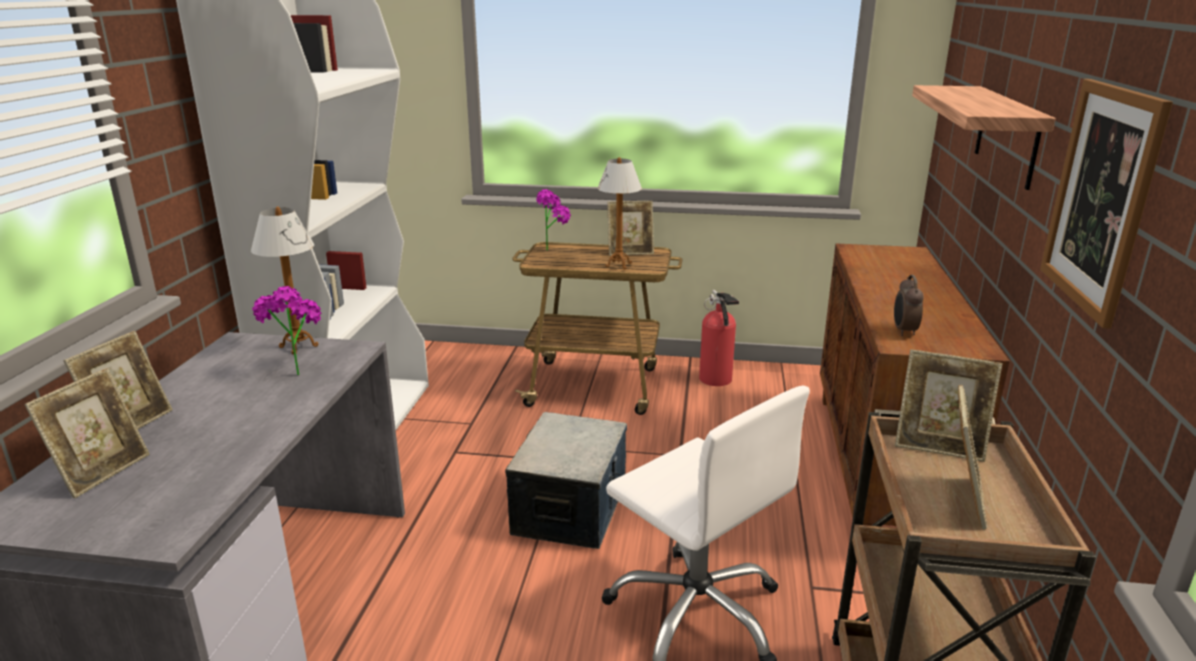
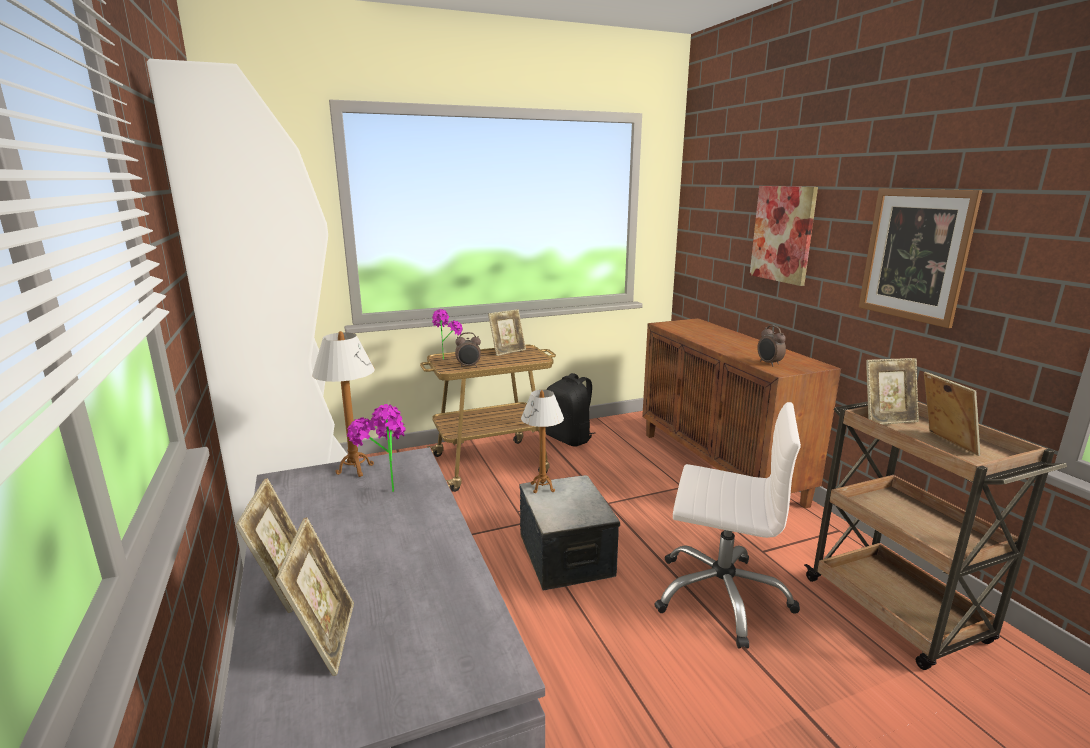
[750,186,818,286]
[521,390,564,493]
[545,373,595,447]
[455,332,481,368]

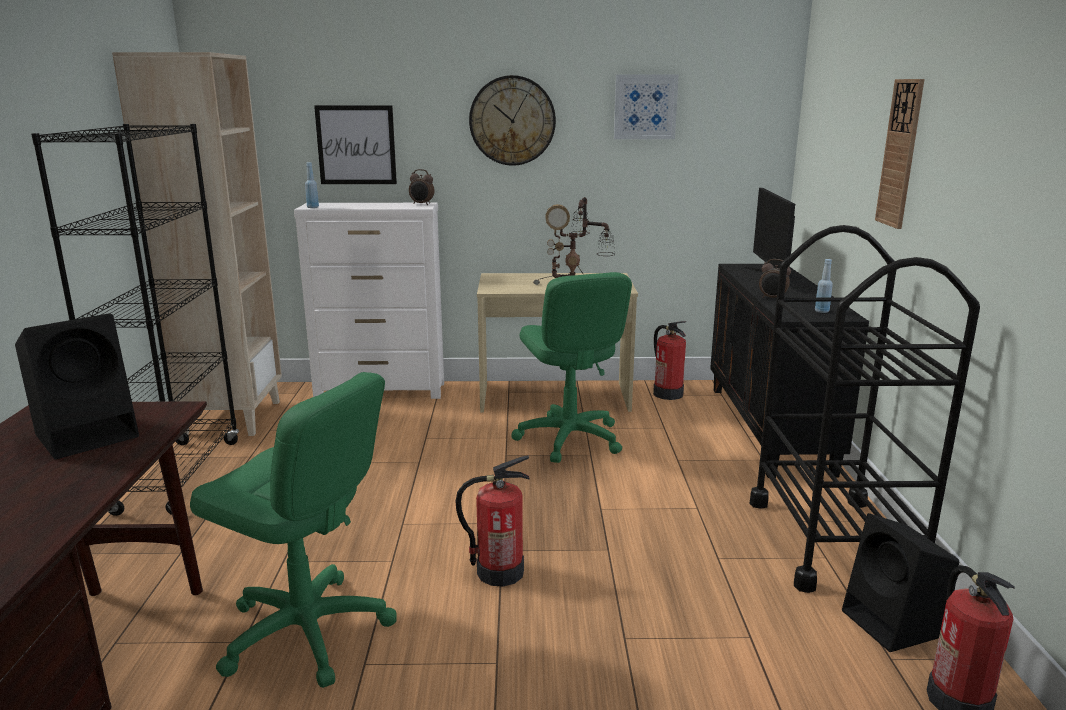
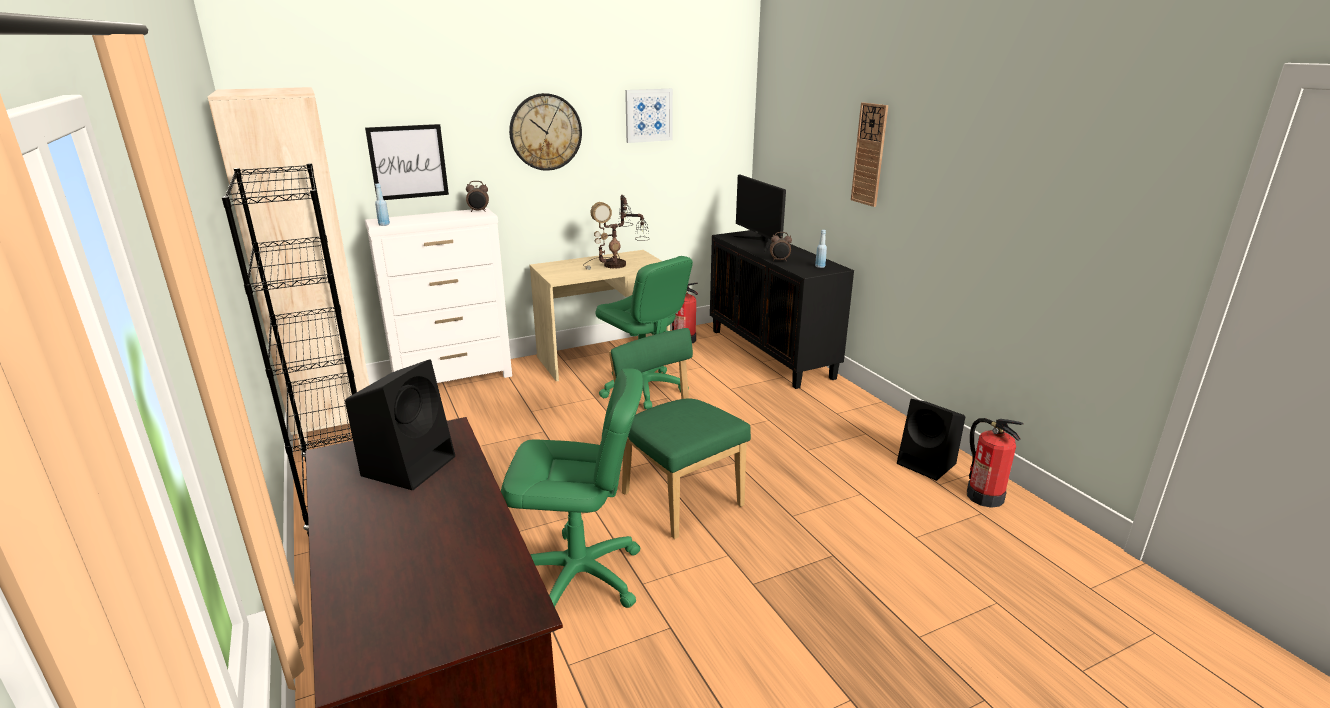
[750,225,980,593] (first image)
[609,328,751,539]

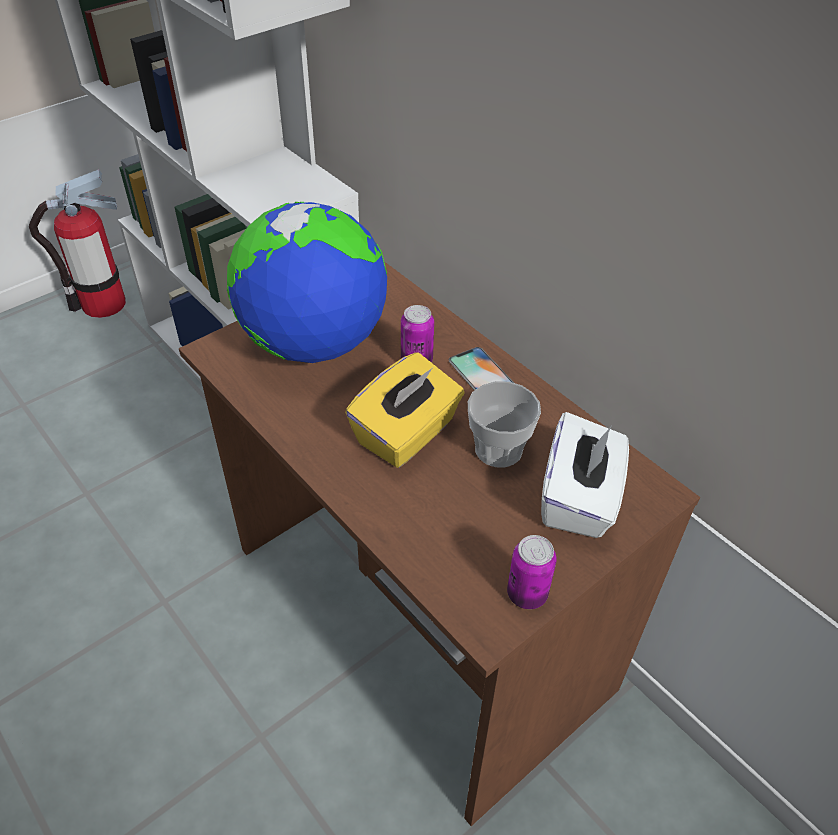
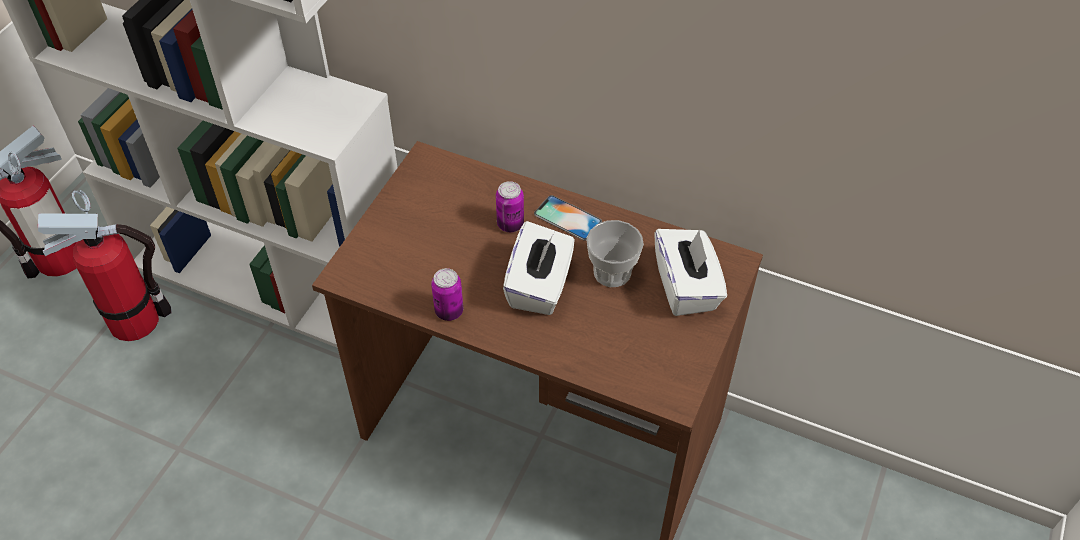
[227,202,387,363] (first image)
[503,221,574,315]
[431,268,463,321]
[38,189,172,341]

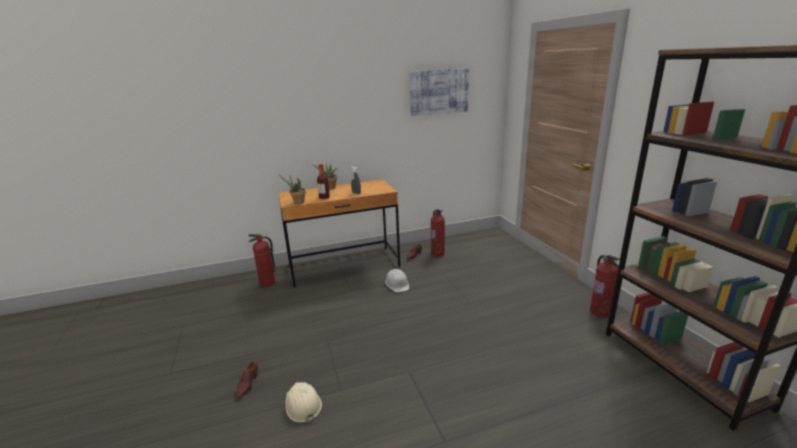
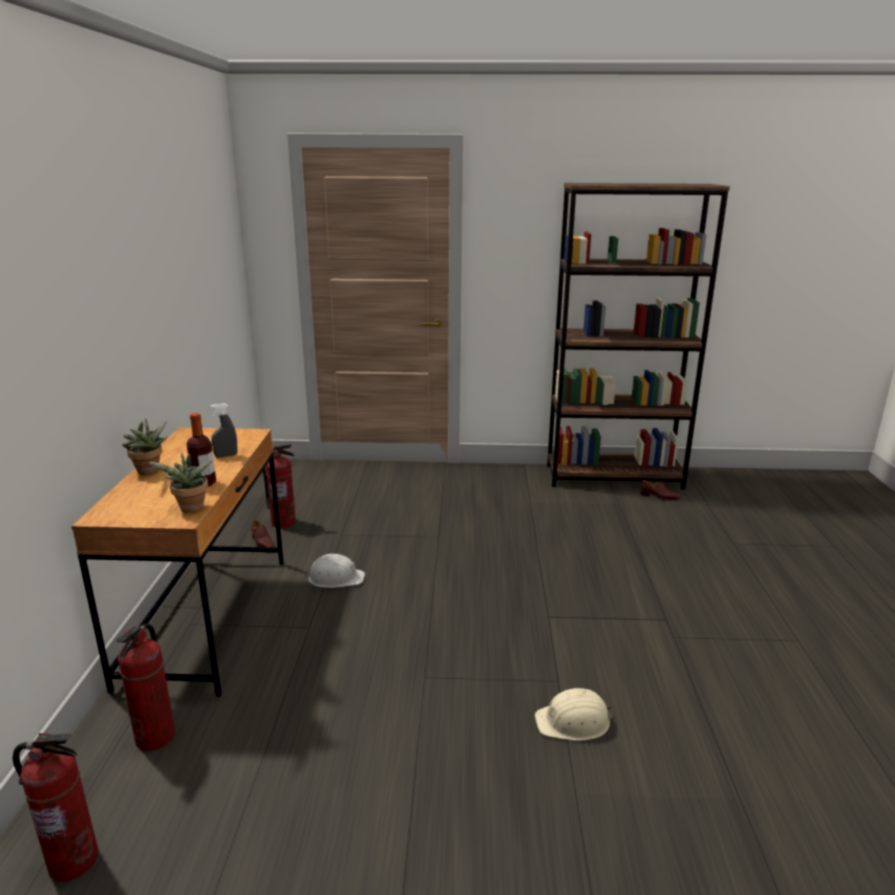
[410,68,469,116] (first image)
[12,733,98,882]
[640,480,680,501]

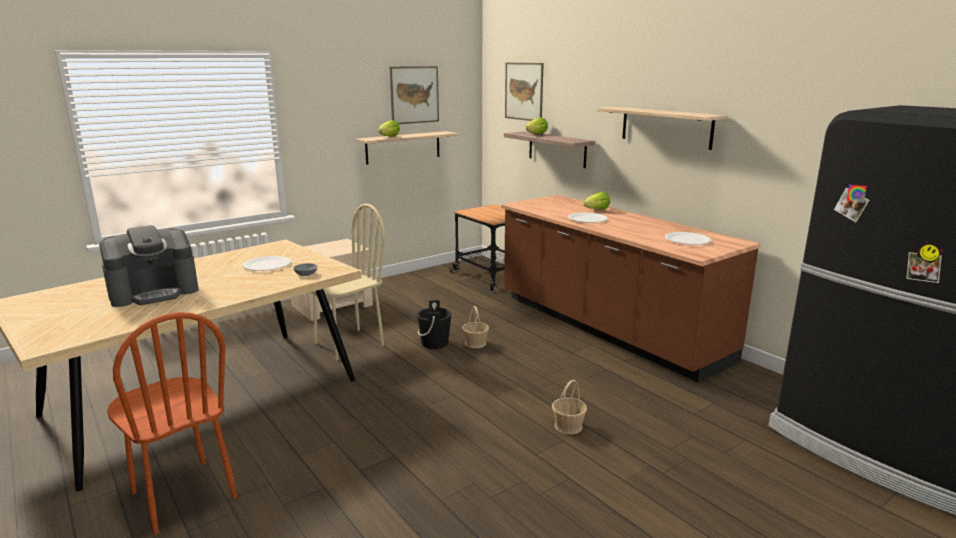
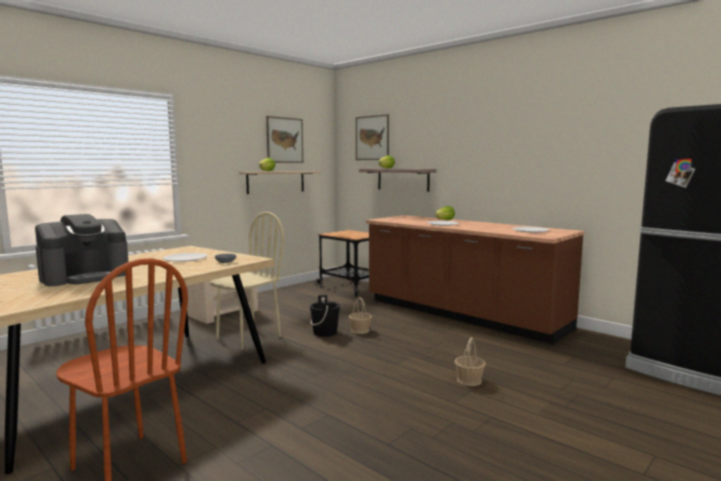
[597,107,728,150] (first image)

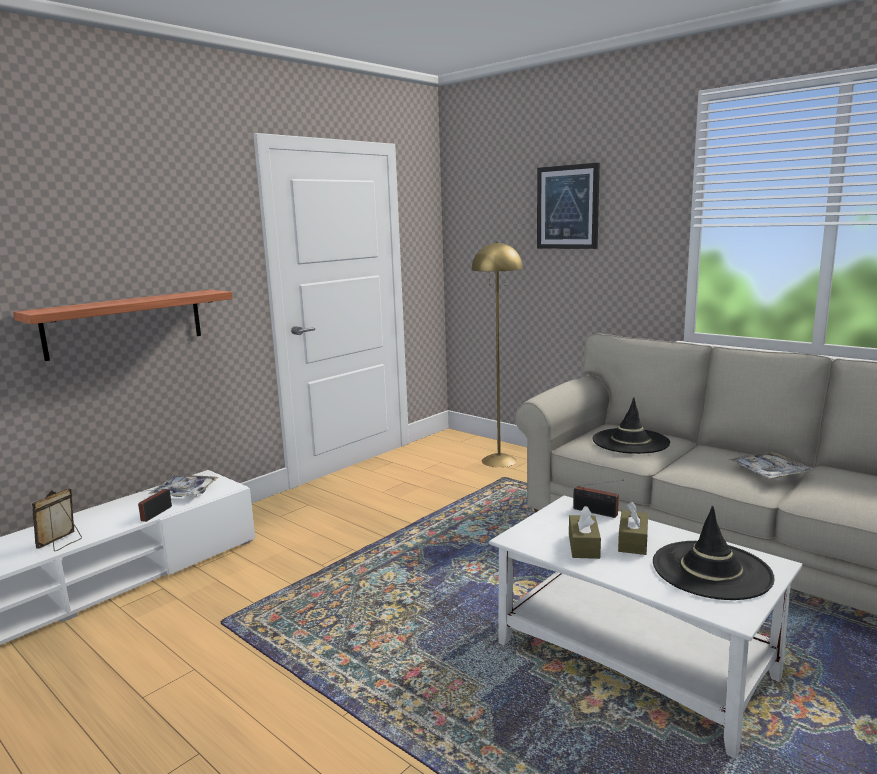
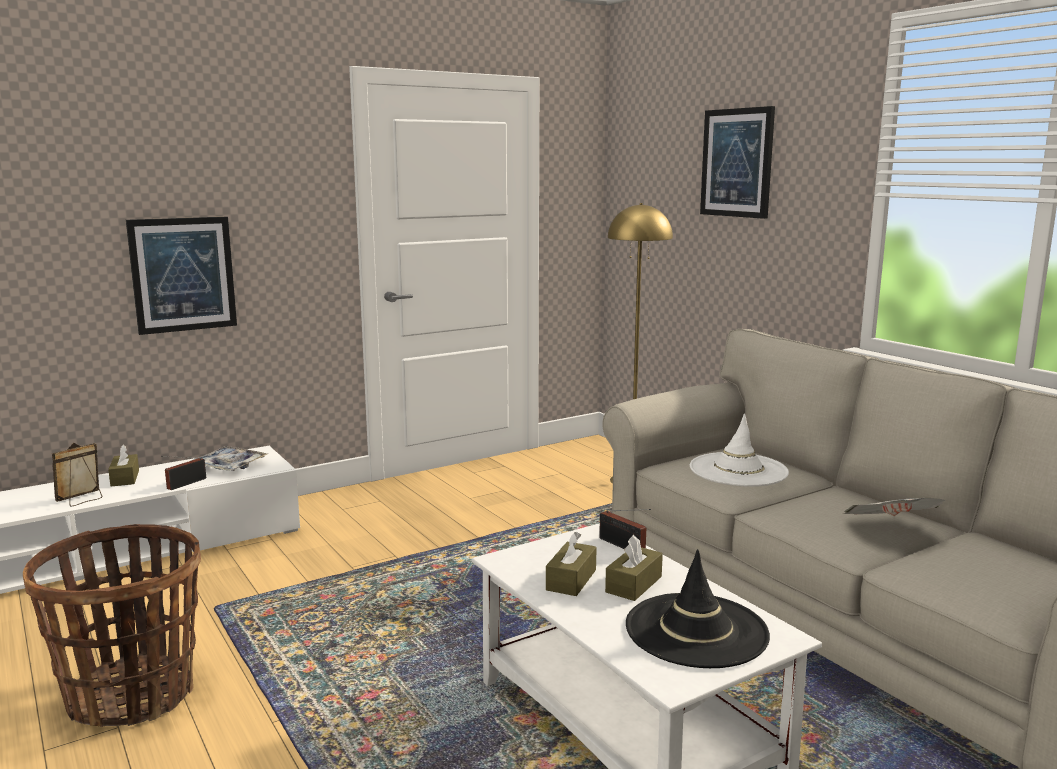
[126,216,237,335]
[690,413,789,487]
[843,498,945,516]
[108,445,139,487]
[23,524,201,727]

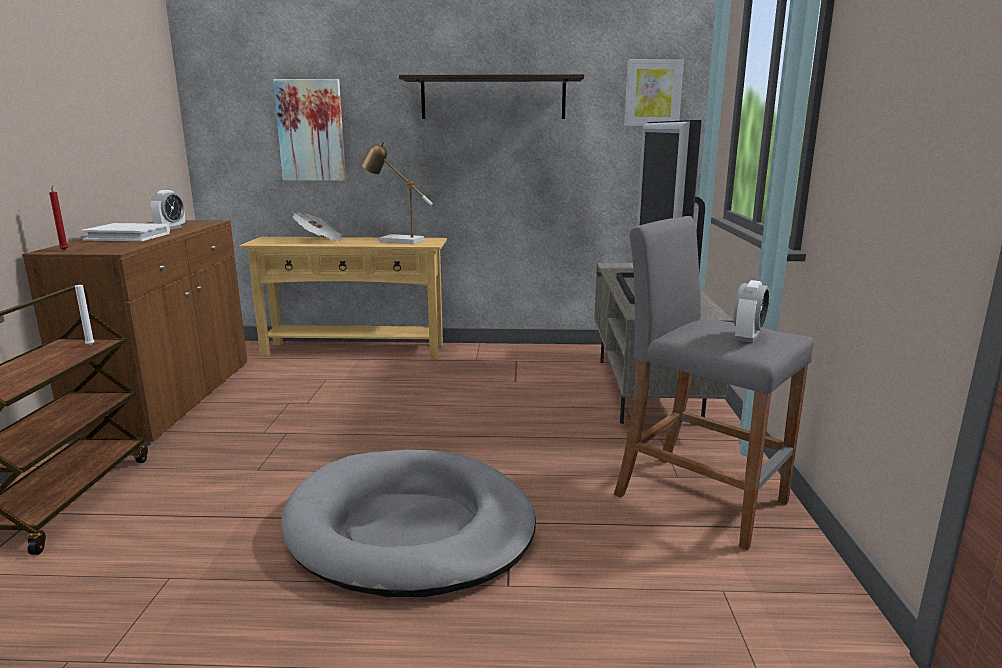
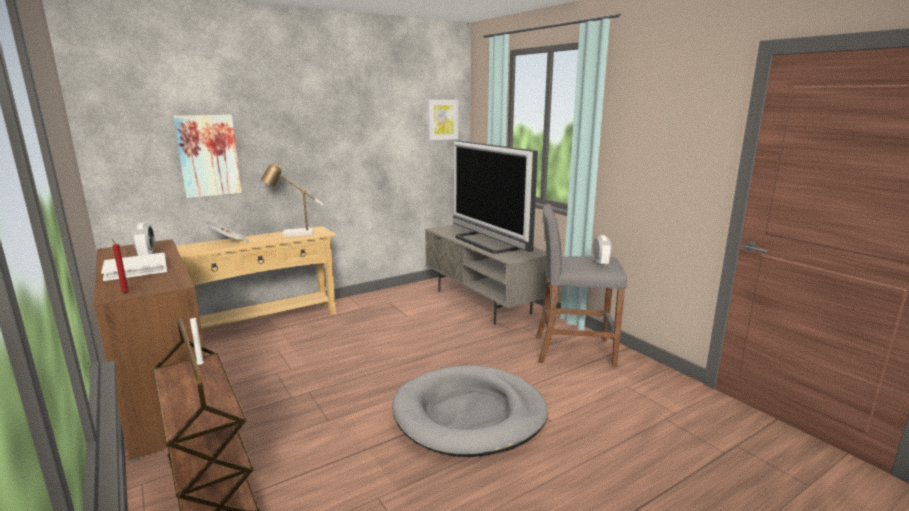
[399,74,584,119] (first image)

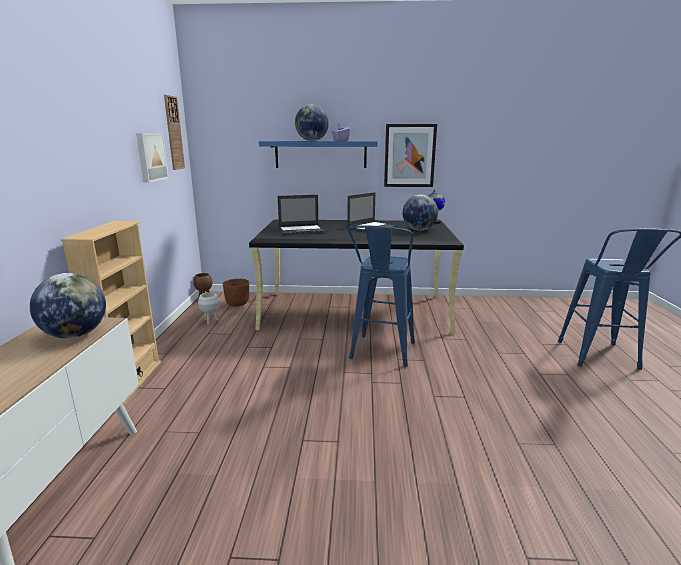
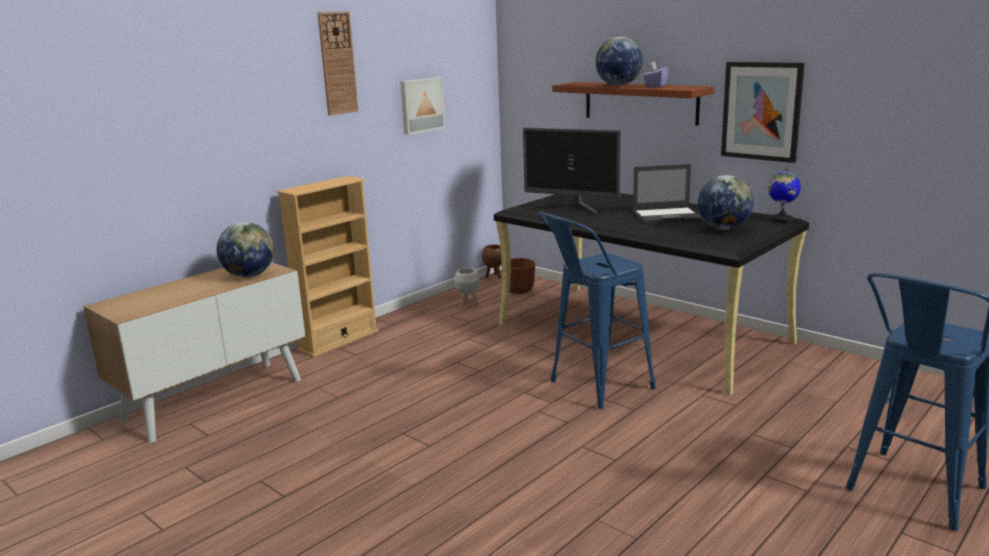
[318,12,359,115]
[552,82,714,126]
[523,128,621,214]

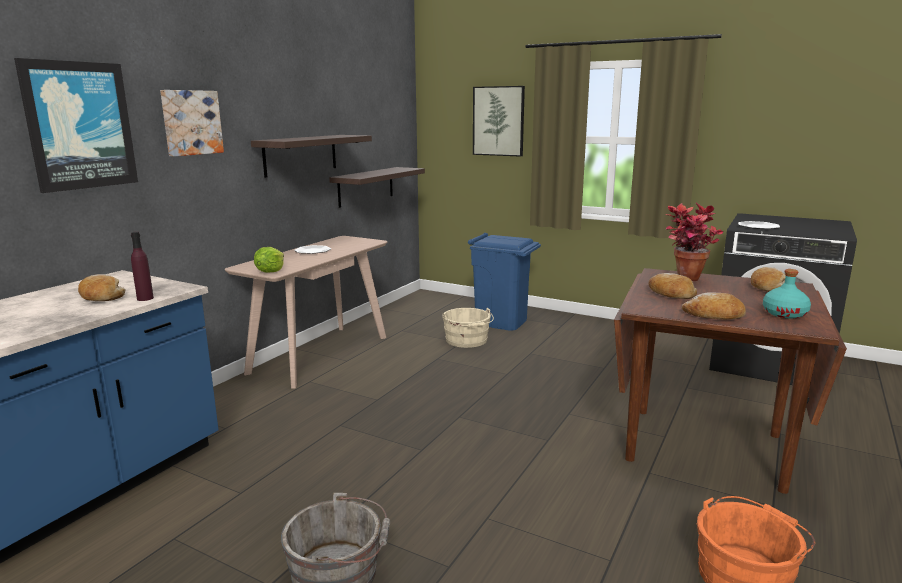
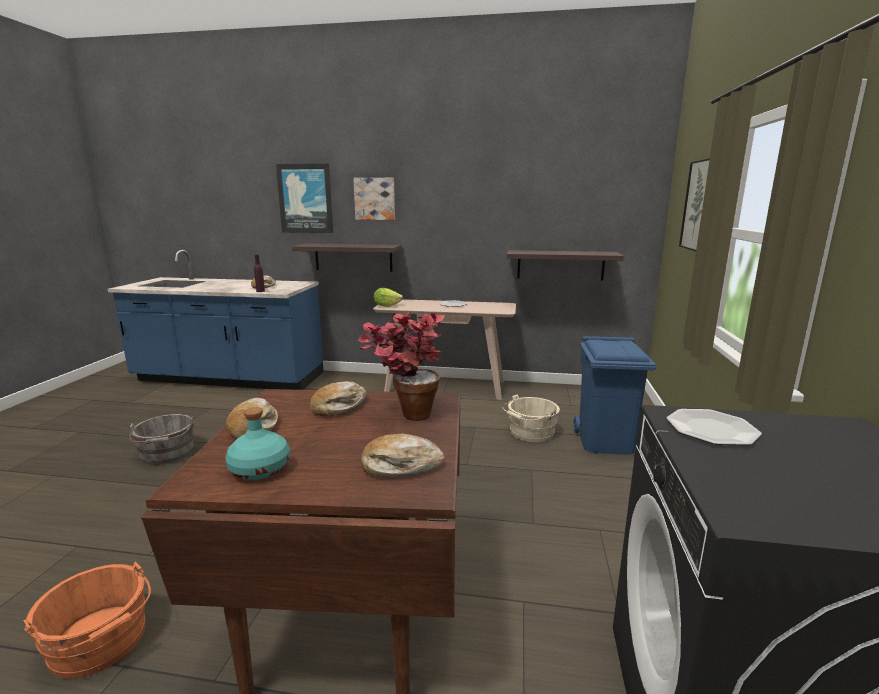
[292,243,402,272]

